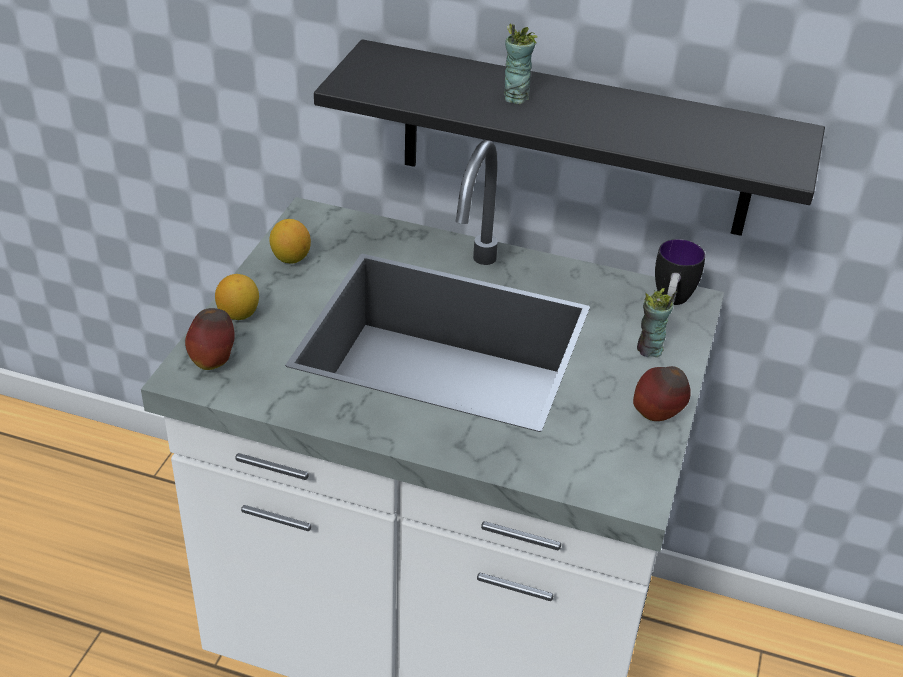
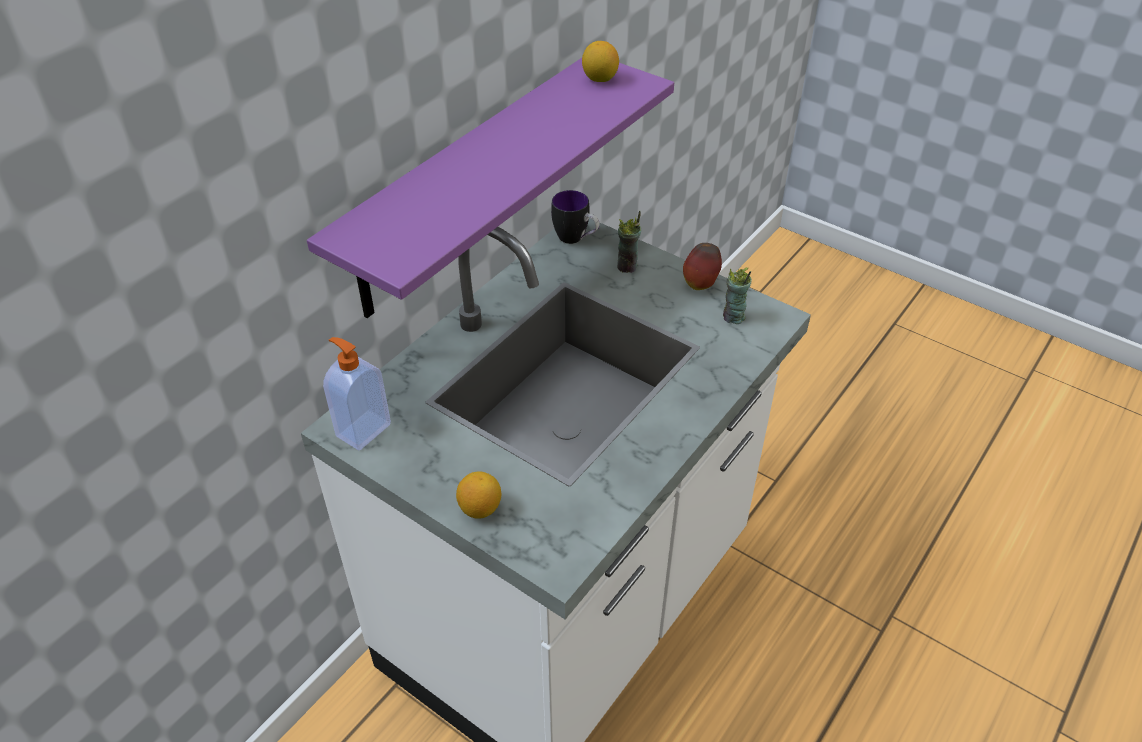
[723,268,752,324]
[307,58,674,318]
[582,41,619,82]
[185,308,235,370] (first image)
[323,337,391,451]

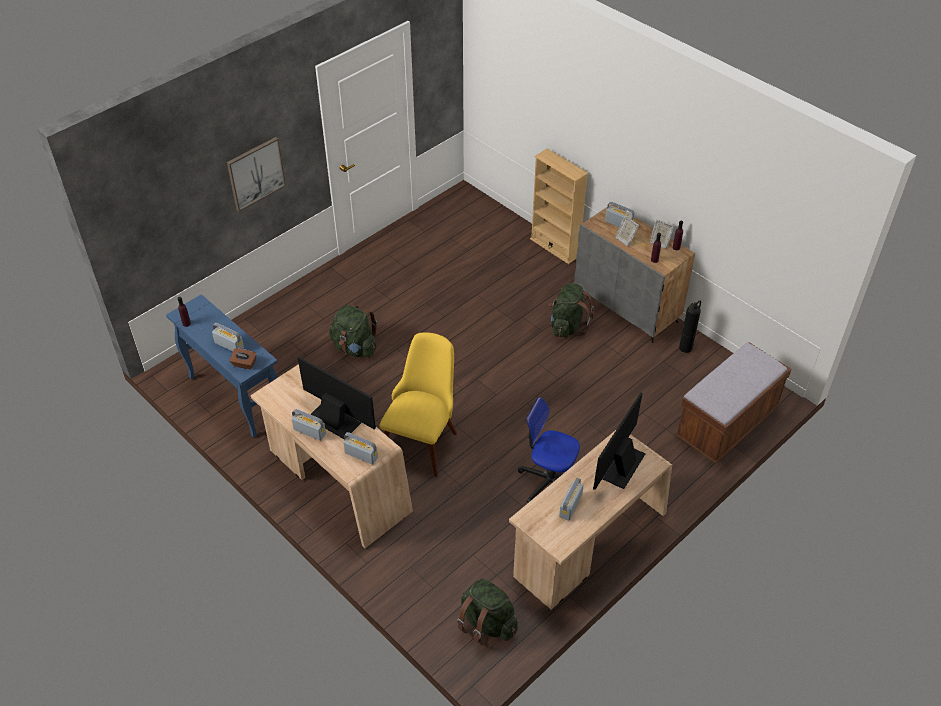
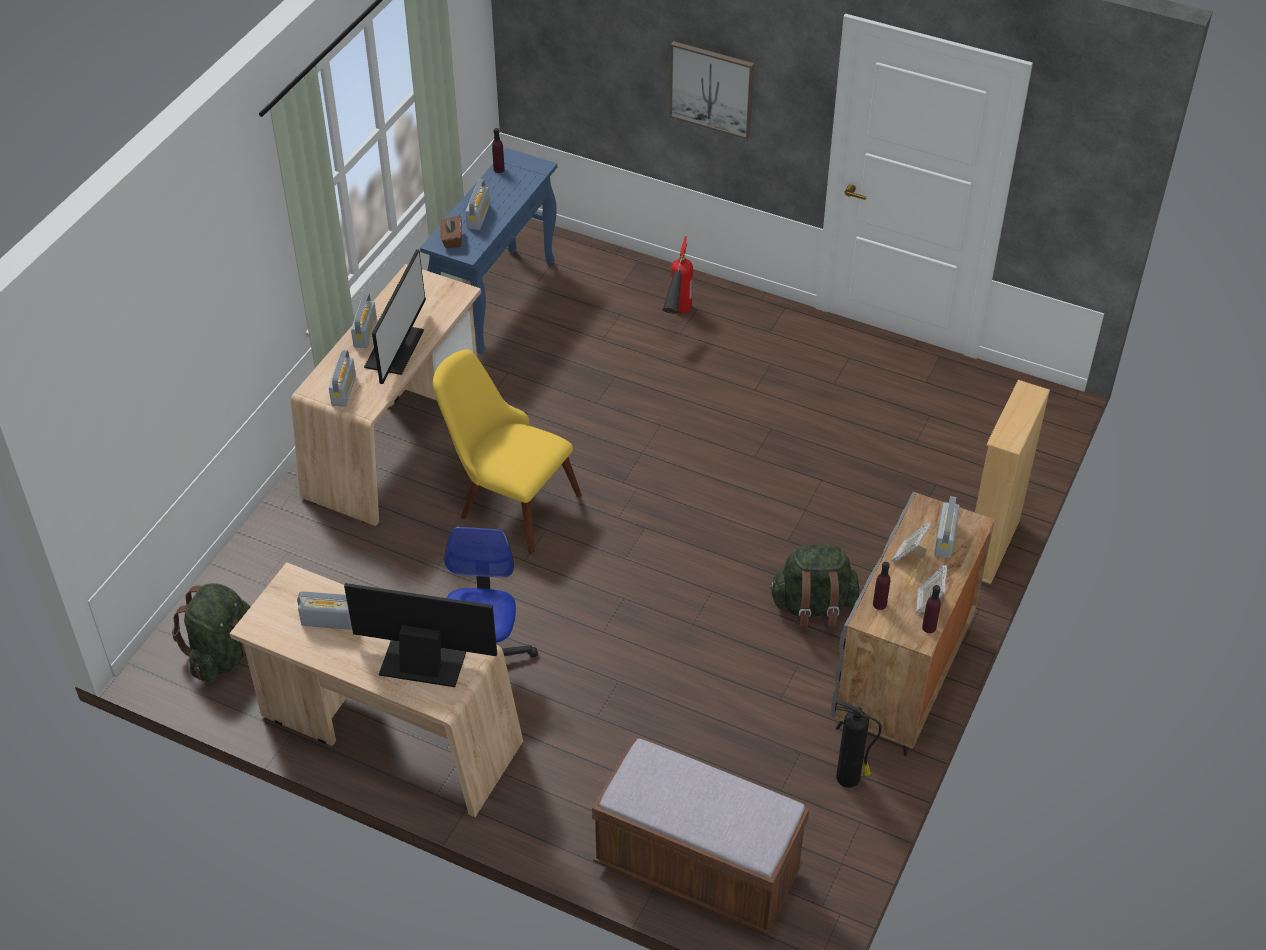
[329,305,377,357] (first image)
[433,349,581,554]
[662,236,693,314]

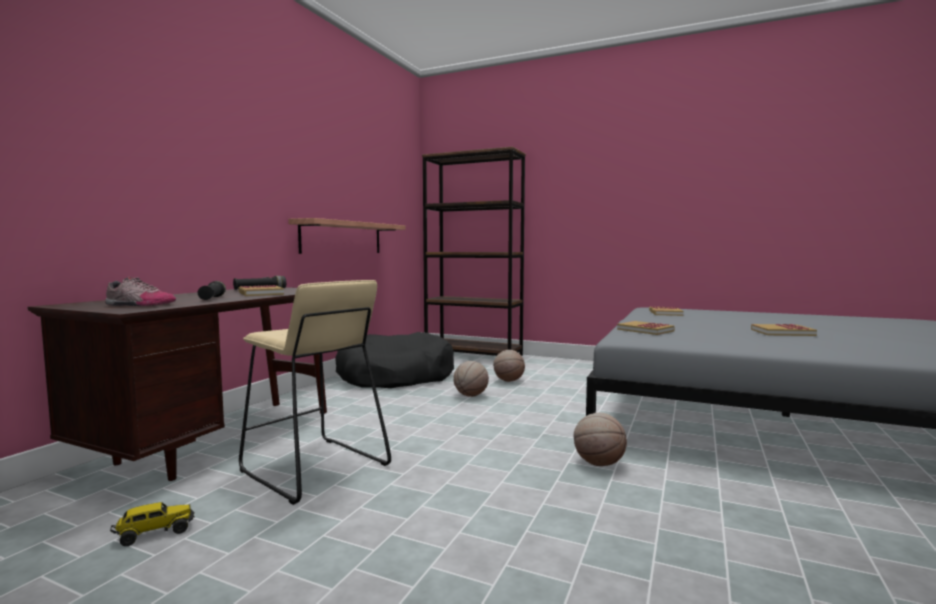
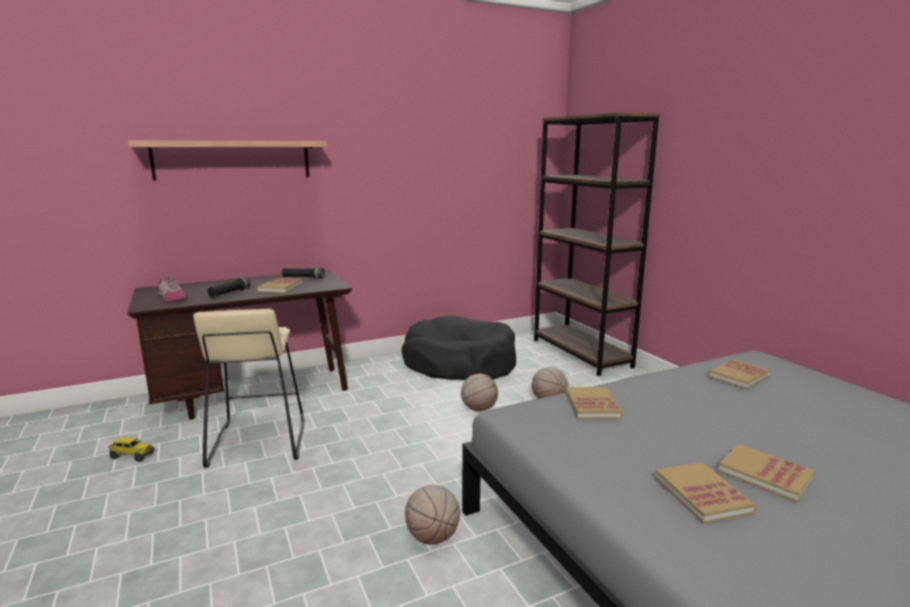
[128,140,327,180]
[655,462,756,524]

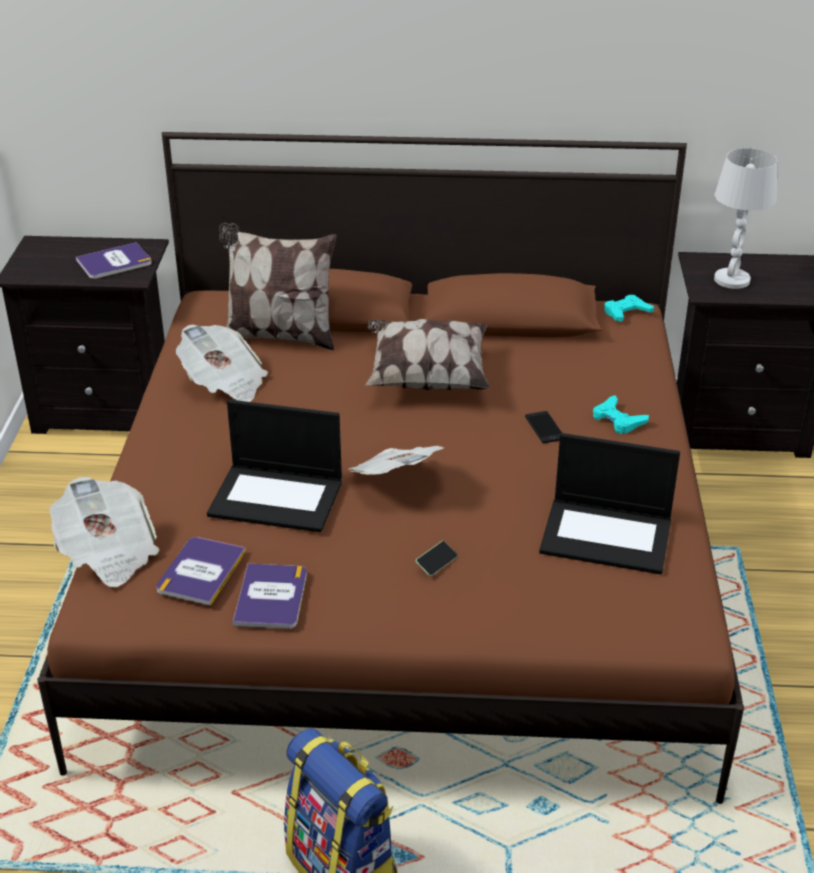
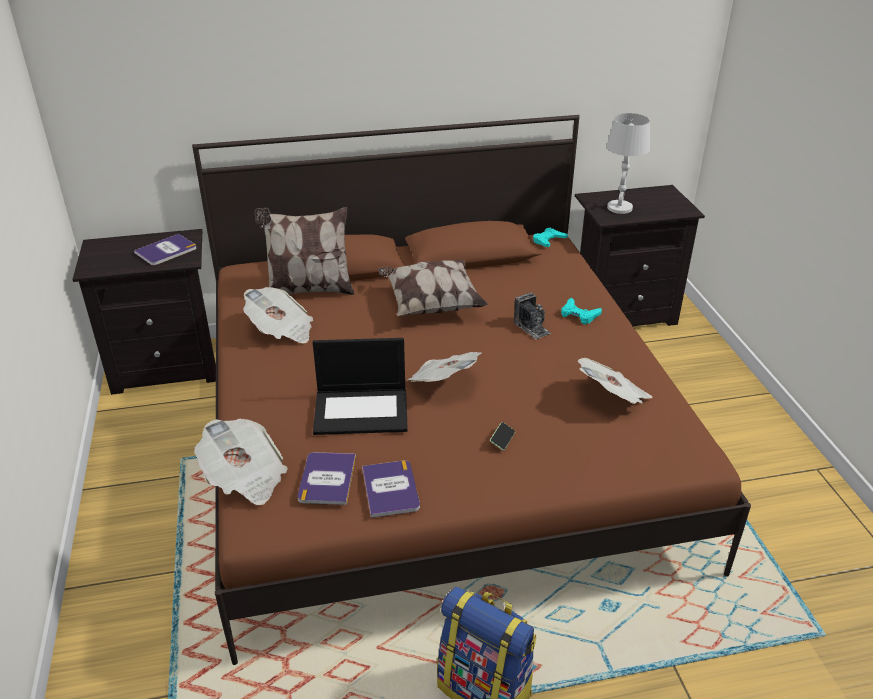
[514,292,551,340]
[578,358,653,404]

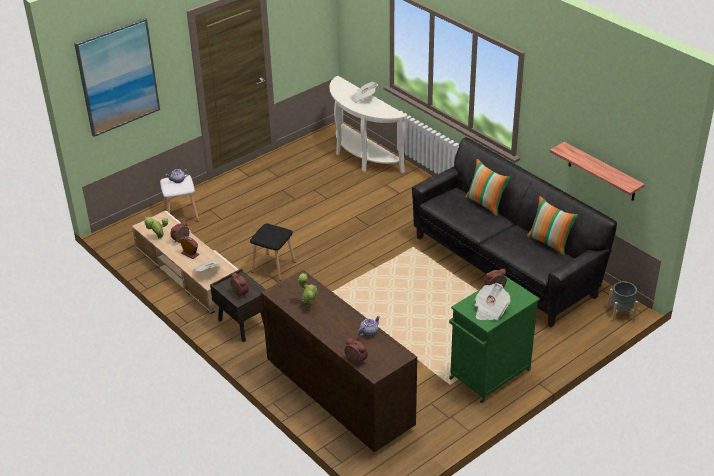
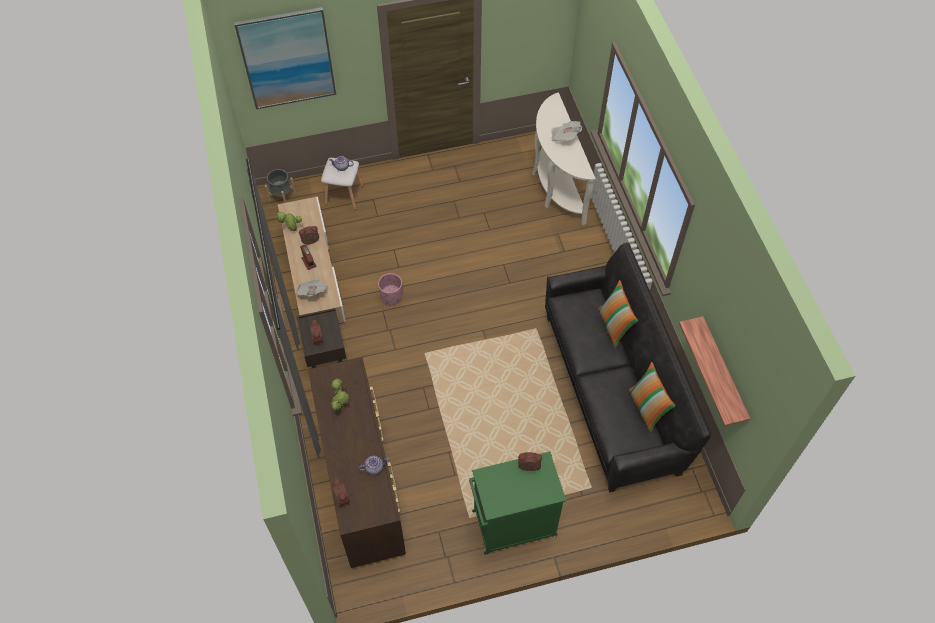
[378,273,402,305]
[265,169,296,203]
[474,283,511,321] (first image)

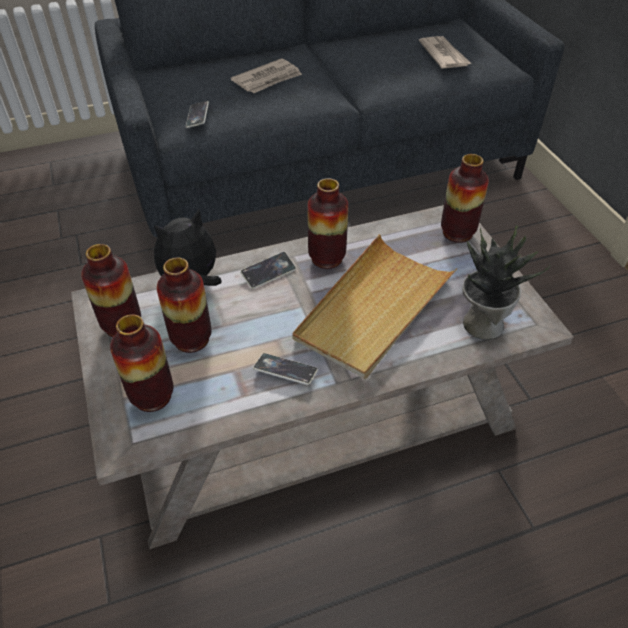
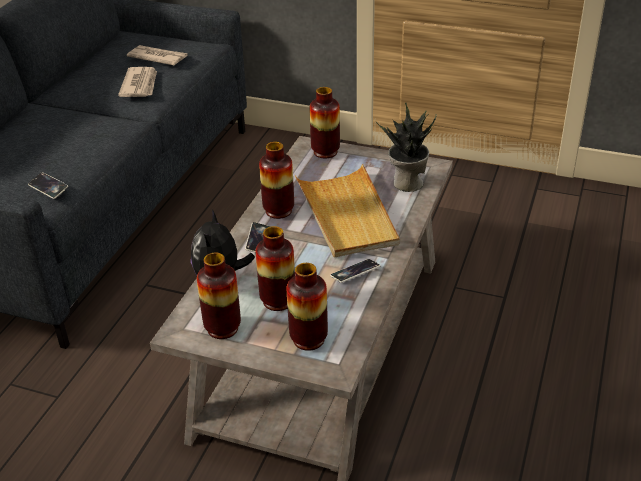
[118,67,157,97]

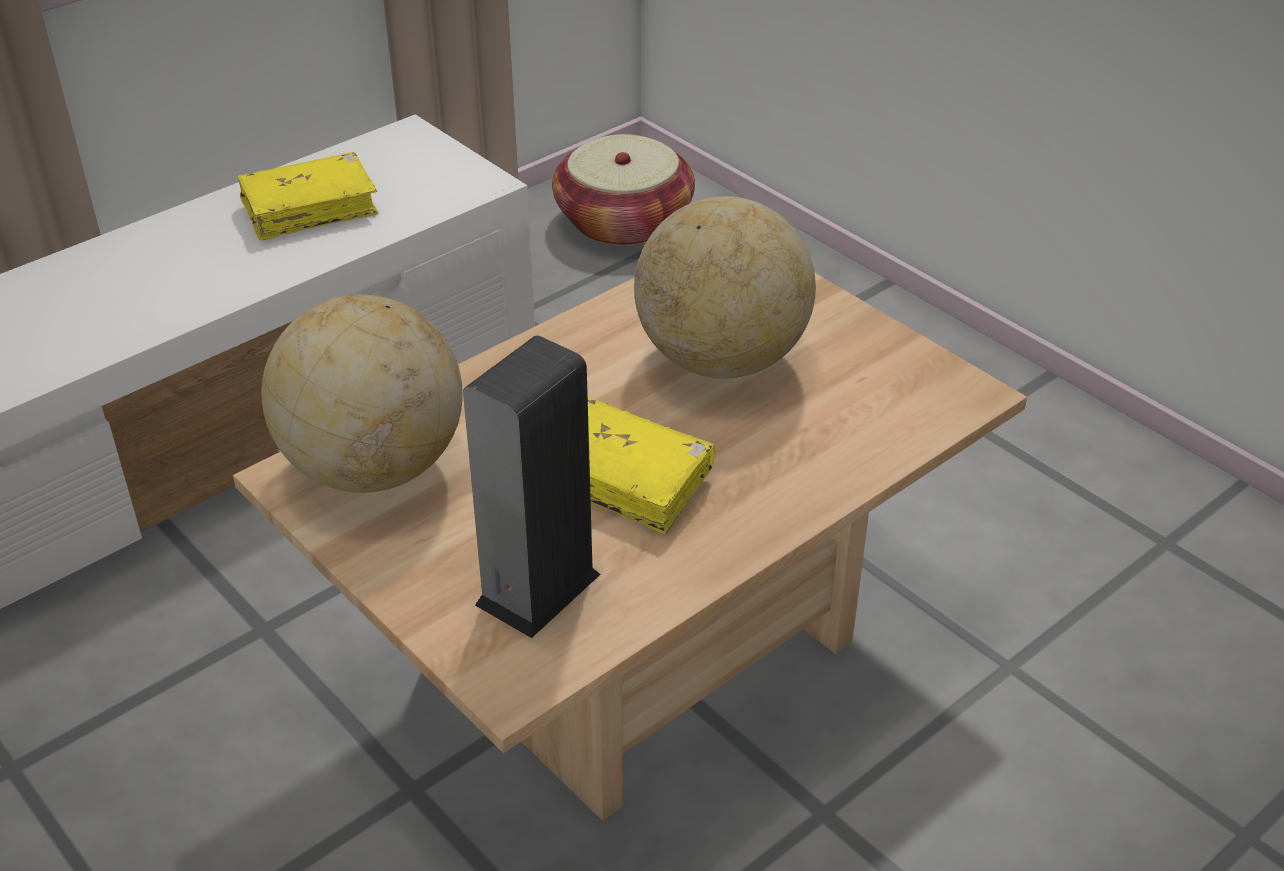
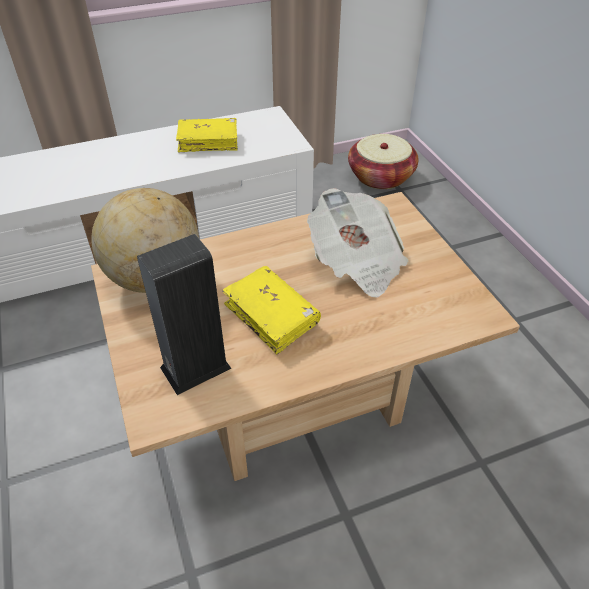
[307,188,408,297]

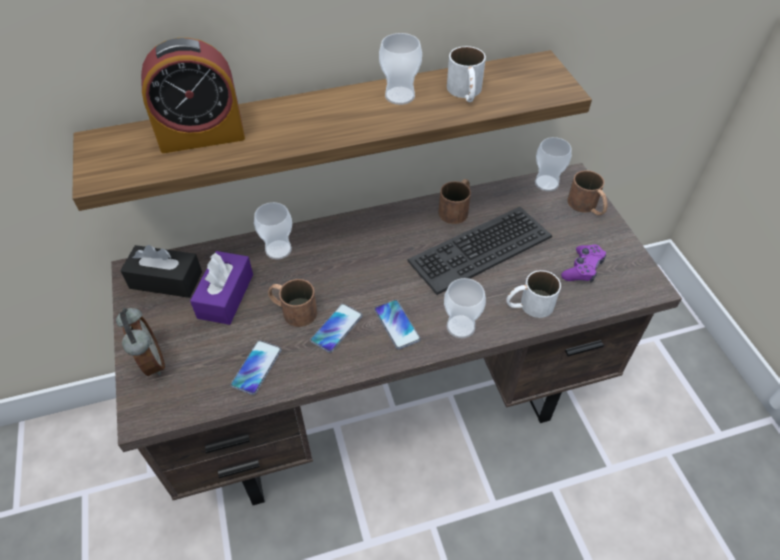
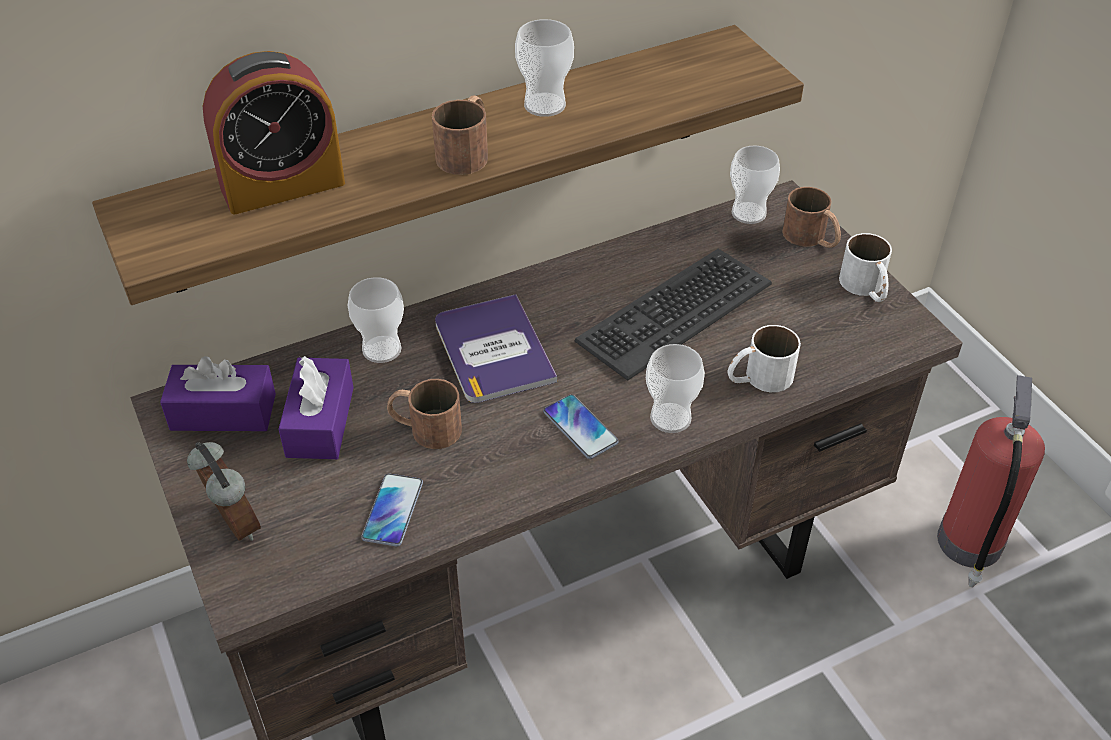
[839,233,892,302]
[432,95,488,175]
[160,356,276,431]
[561,245,606,282] (first image)
[310,304,362,353] (first image)
[435,294,557,403]
[937,375,1045,587]

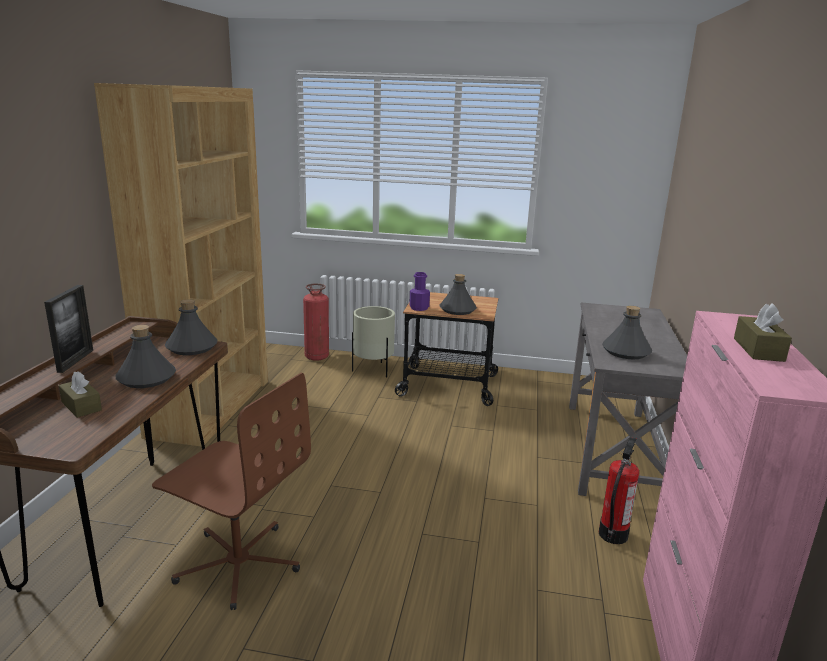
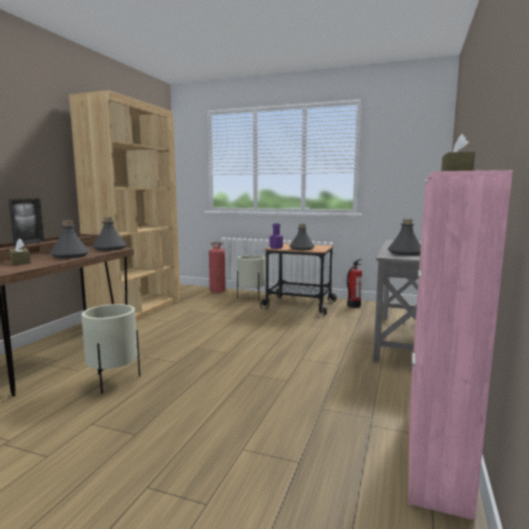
[81,304,140,394]
[347,259,362,308]

